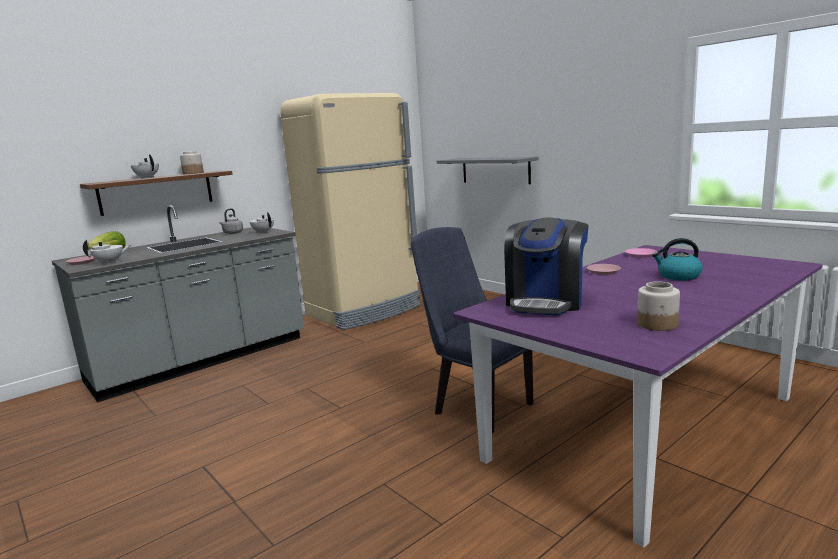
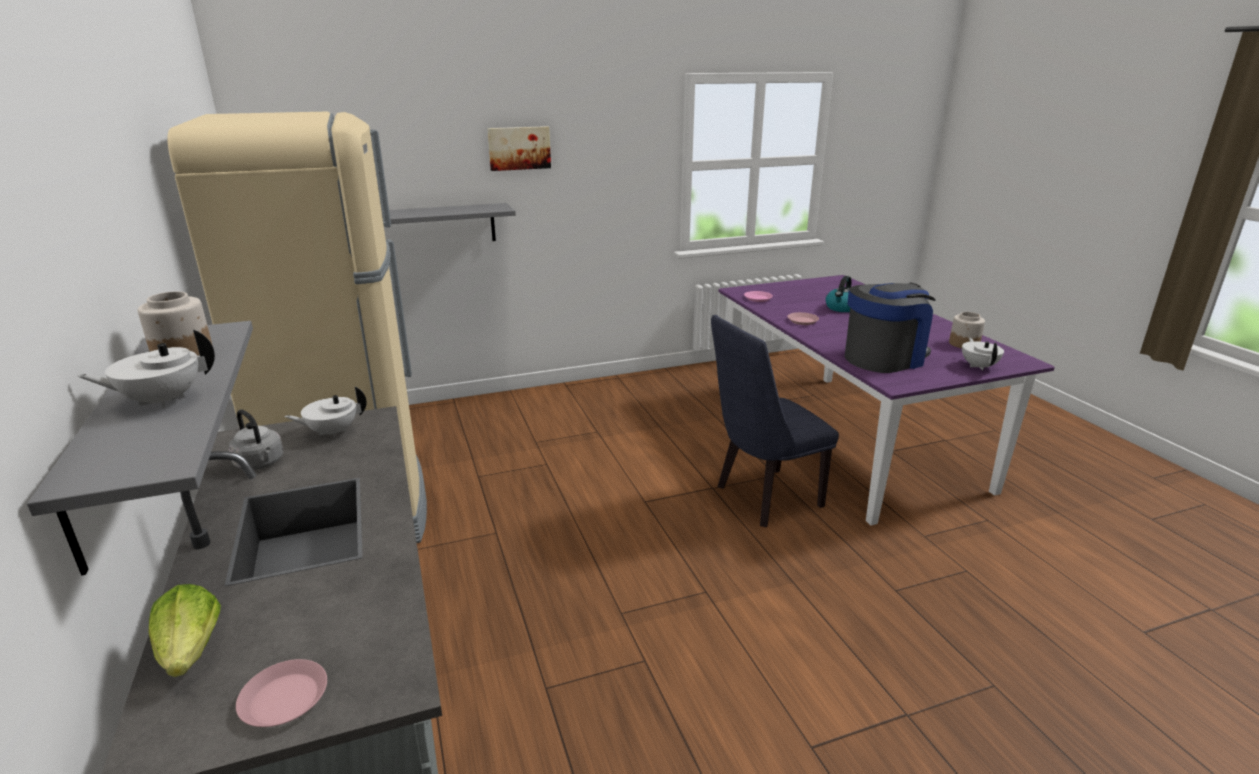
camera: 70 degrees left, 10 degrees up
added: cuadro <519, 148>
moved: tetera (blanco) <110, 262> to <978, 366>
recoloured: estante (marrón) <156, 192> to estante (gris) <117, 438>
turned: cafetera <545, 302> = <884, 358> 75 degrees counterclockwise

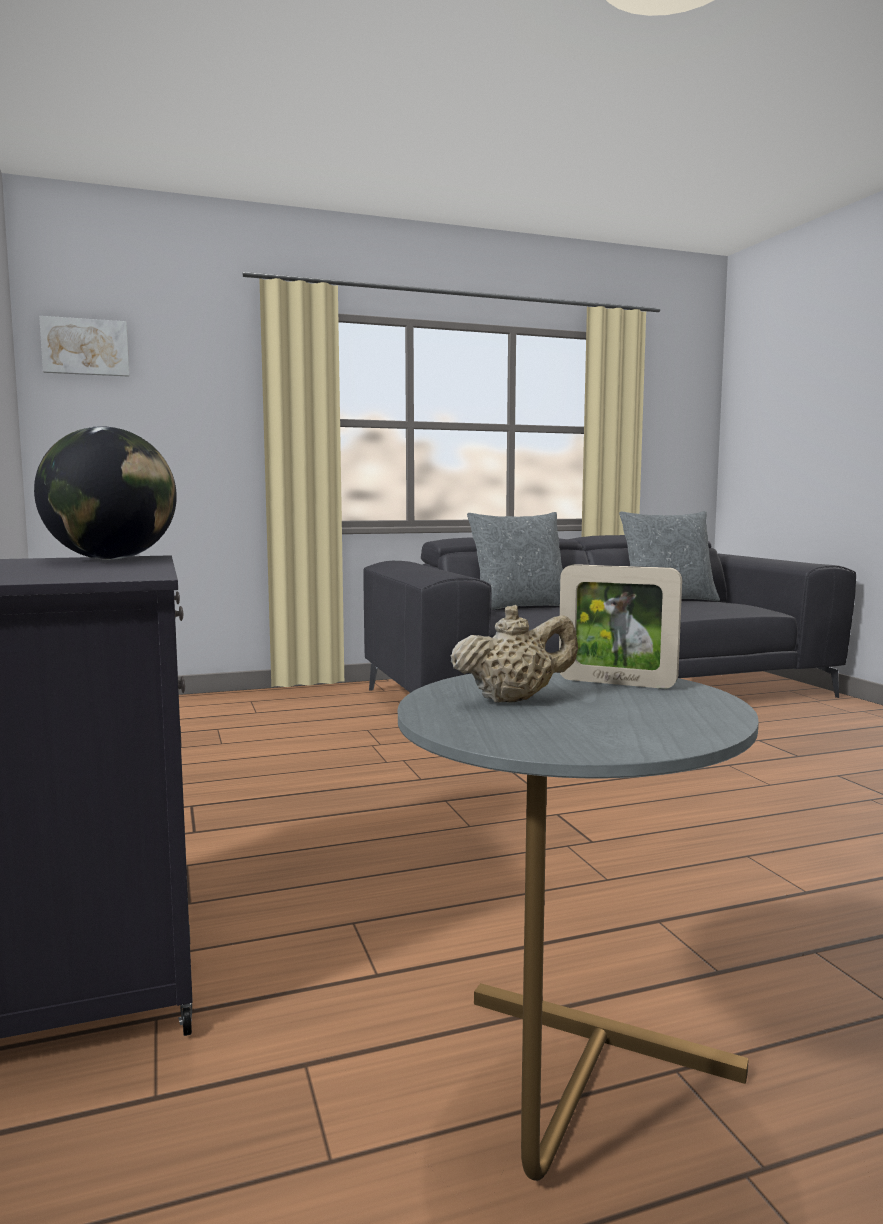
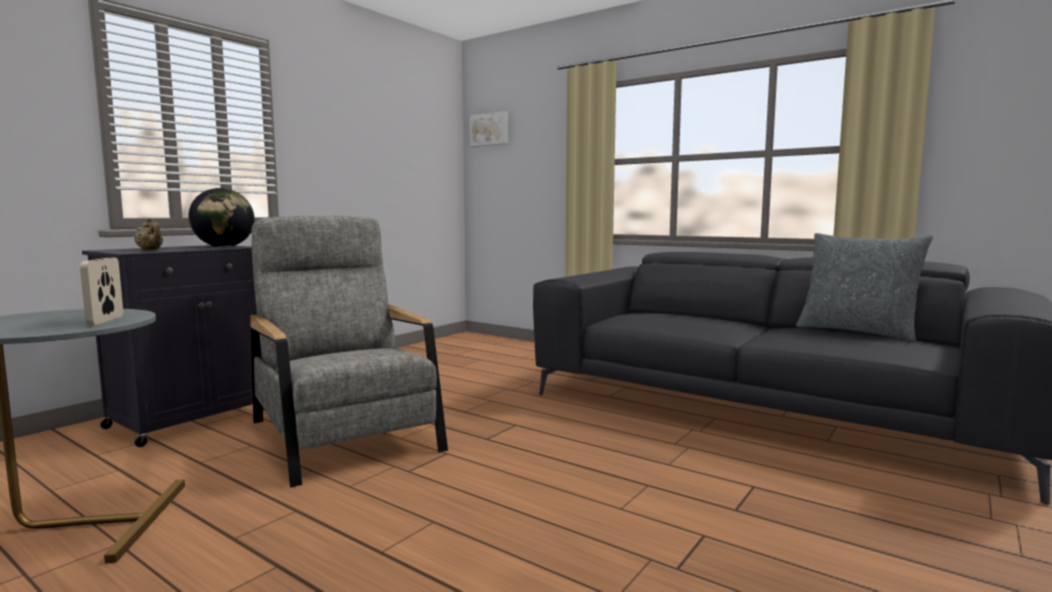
camera: 55 degrees right, 0 degrees up
removed: cojín (gris) <519, 607>
added: sillón (gris) <345, 435>
moved: tetera (beis) <514, 699> to <150, 250>

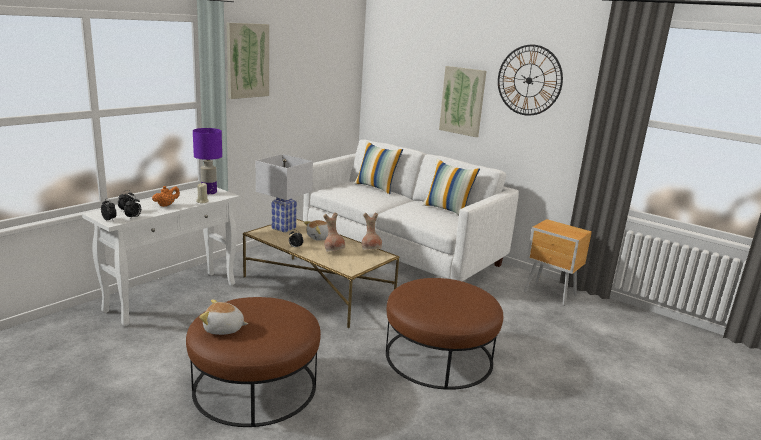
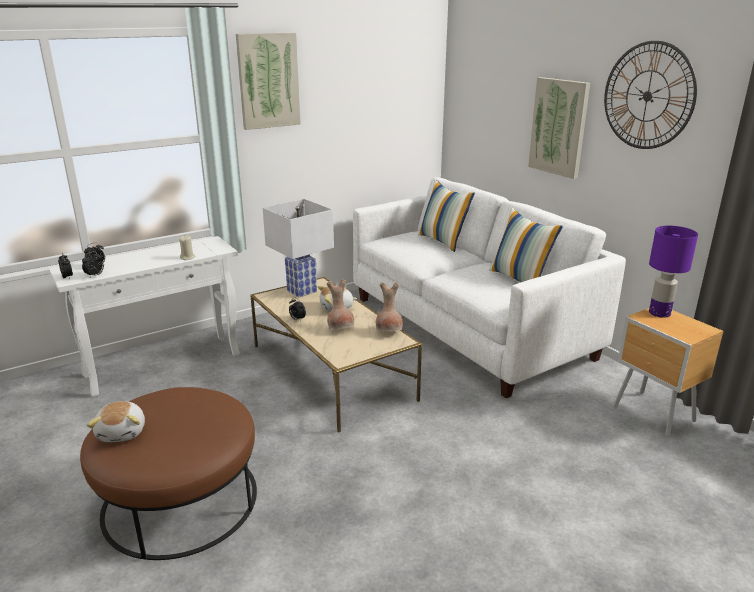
camera: 20 degrees right, 5 degrees up
removed: tetera (naranja) <166, 205>; puf (marrón) <438, 356>
moved: lámpara de mesa (morado) <209, 192> to <660, 313>
turned: peluche <223, 329> = <123, 432> 120 degrees counterclockwise

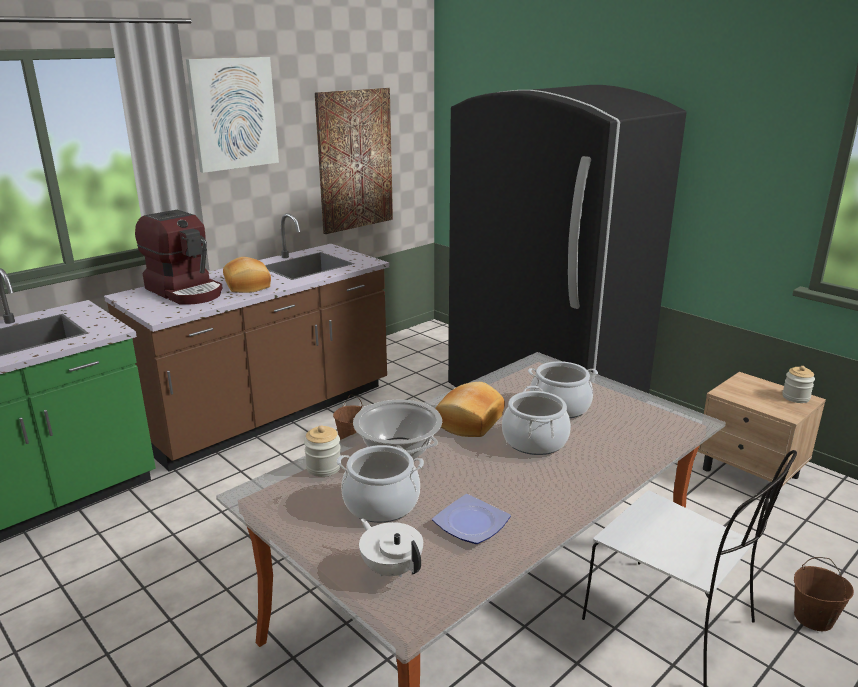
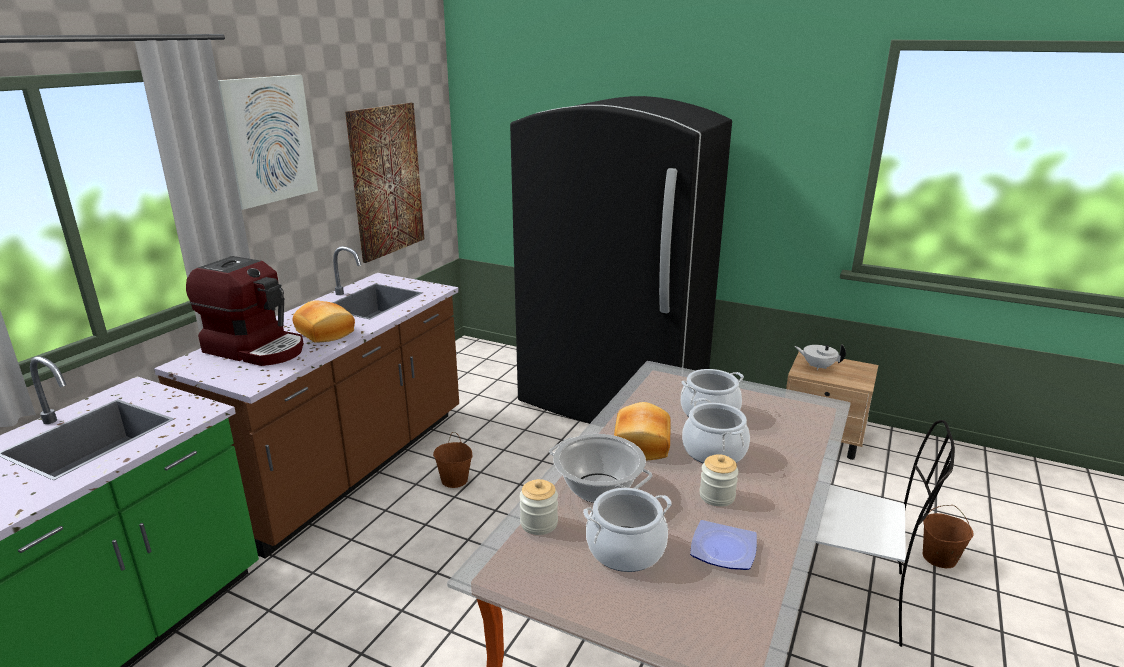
camera: 20 degrees left, 0 degrees up
moved: tetera (blanco) <391, 568> to <817, 366>; tarro <795, 397> to <717, 496>

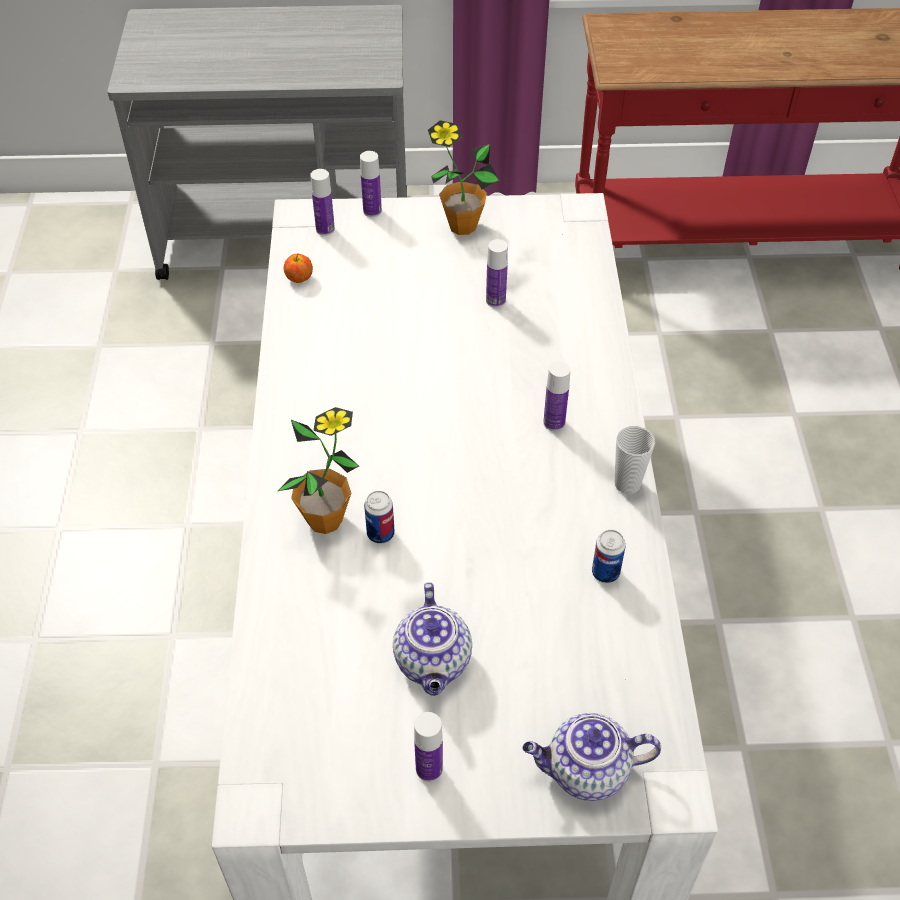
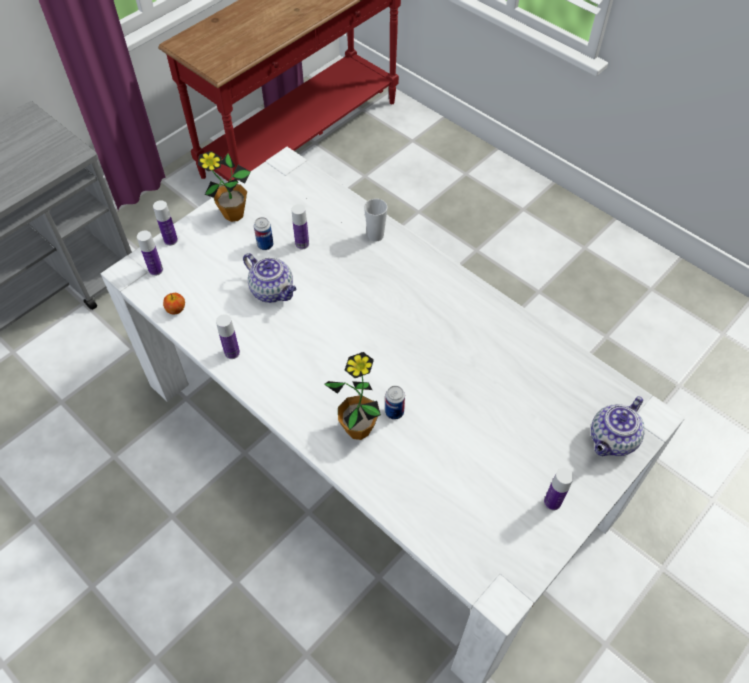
camera: 45 degrees left, 5 degrees up
moved: tetera <434, 662> to <273, 291>; botella <554, 423> to <232, 352>; lata <605, 572> to <265, 245>; taza <627, 484> to <375, 235>

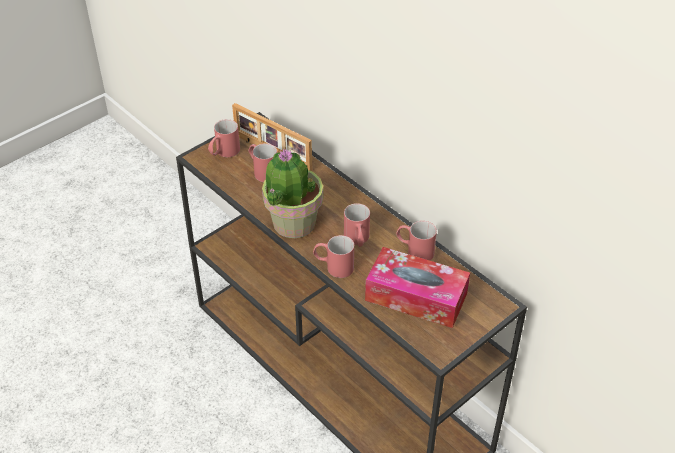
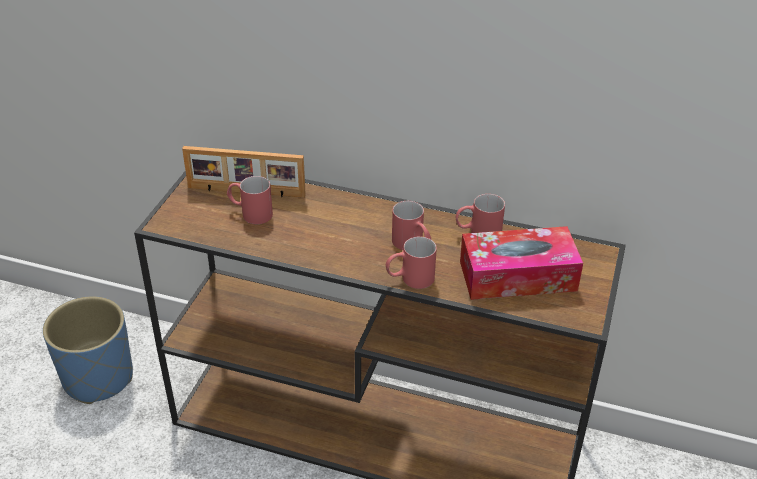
camera: 30 degrees left, 5 degrees down
removed: taza grande (rojo) <224, 153>; planta en maceta <293, 223>
added: maceta (azul) <98, 377>

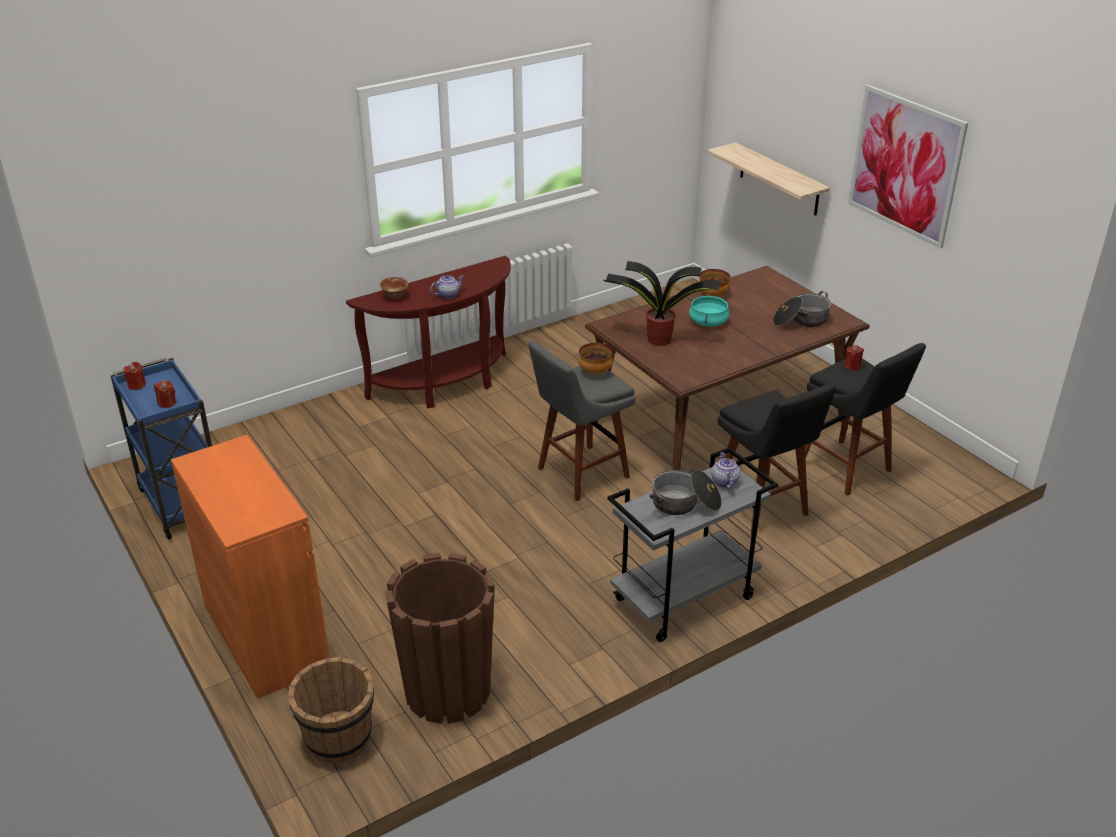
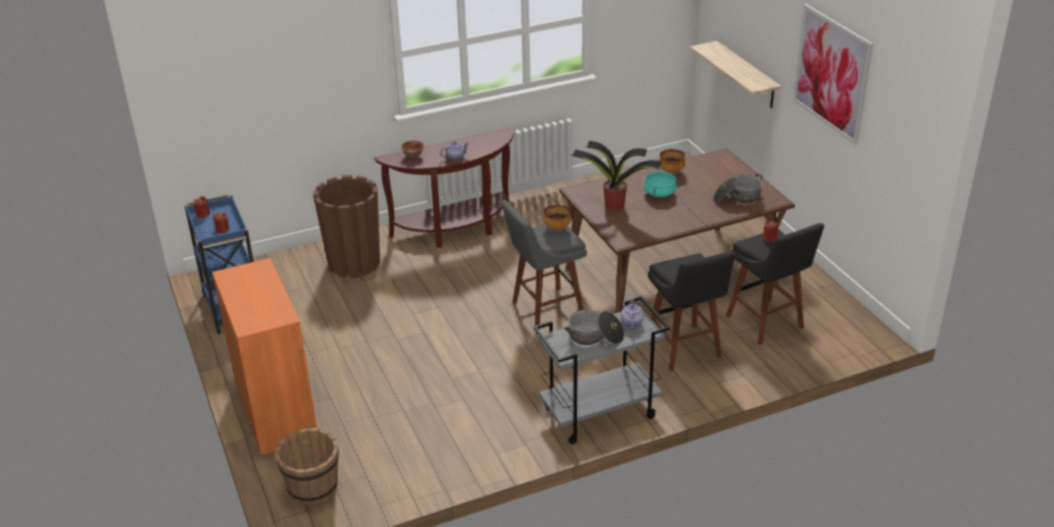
camera: 10 degrees right, 0 degrees up
moved: maceta (marrón) <447, 691> to <354, 263>

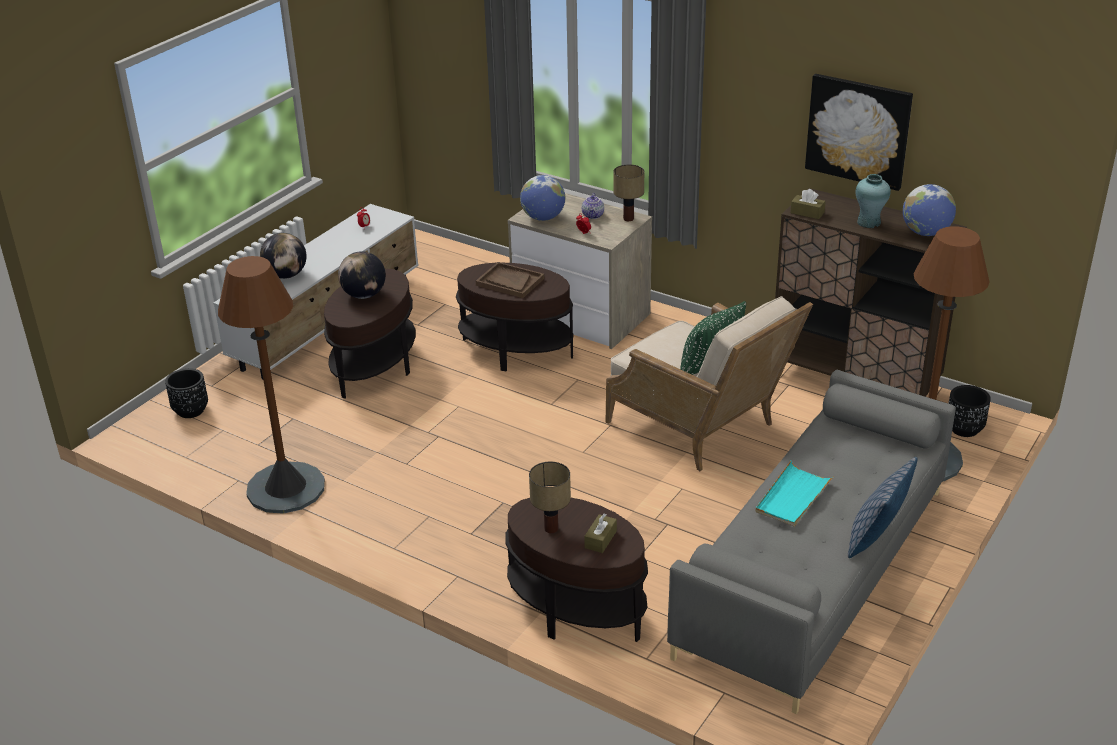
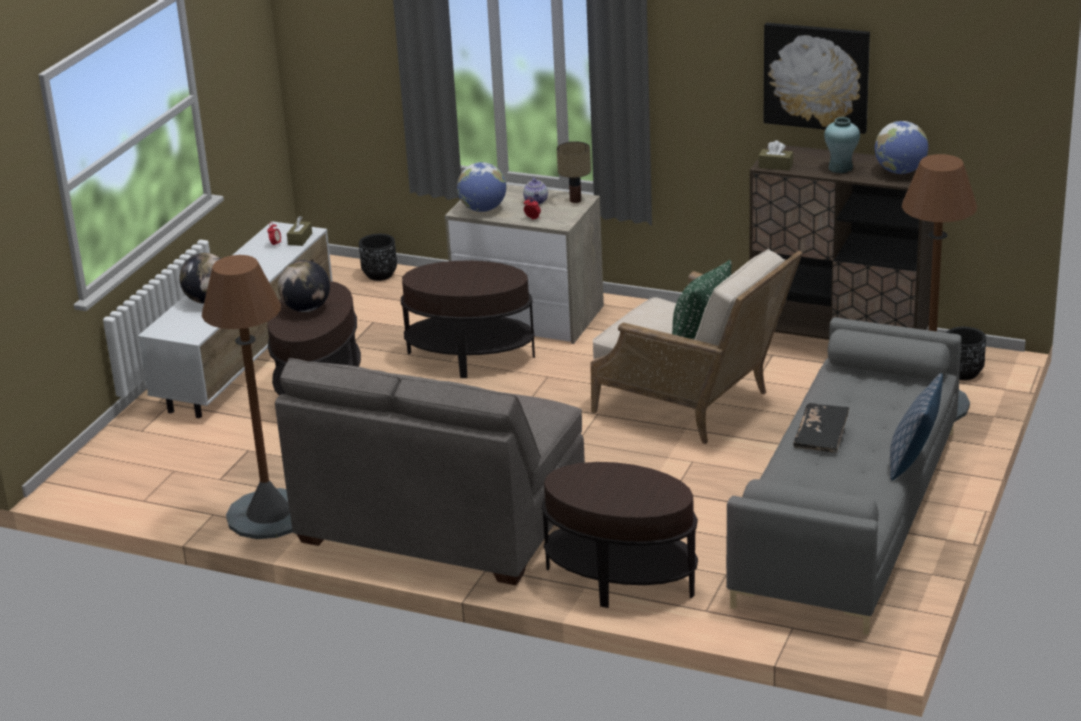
camera: 10 degrees left, 5 degrees down
removed: bandeja (marrón) <510, 282>; lámpara de mesa <552, 528>
added: sofá (gris) <442, 516>
moved: maceta (negro) <190, 410> to <379, 275>; caja de pañuelos (marrón) <600, 539> to <300, 239>
replaced: bandeja (turquesa) <793, 497> to libro (negro) <821, 437>

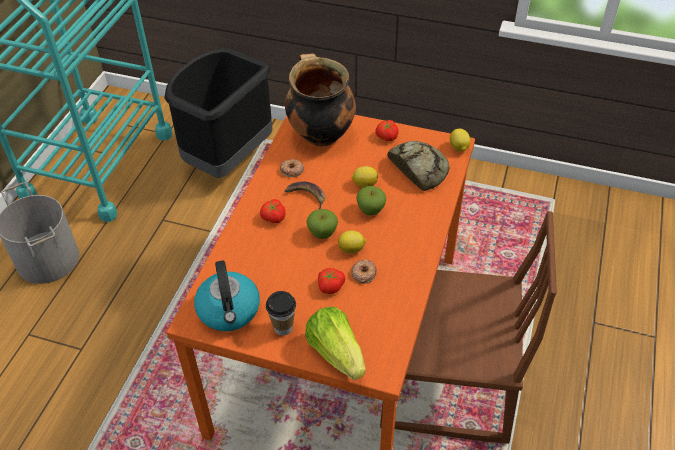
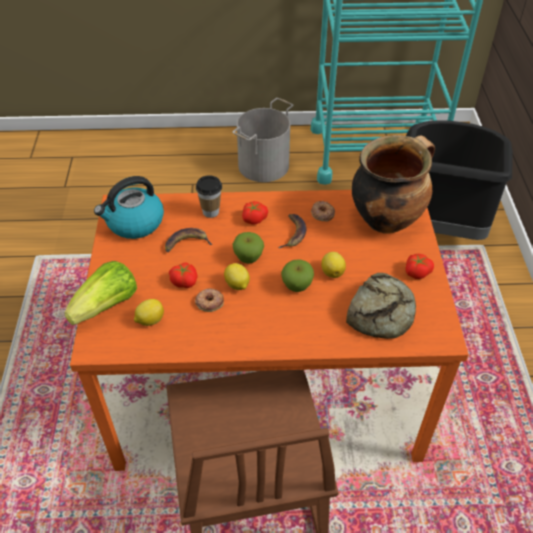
camera: 70 degrees right, 0 degrees up
added: plátano <186, 243>
moved: taza <283, 327> to <211, 212>; limón <459, 148> to <150, 320>

